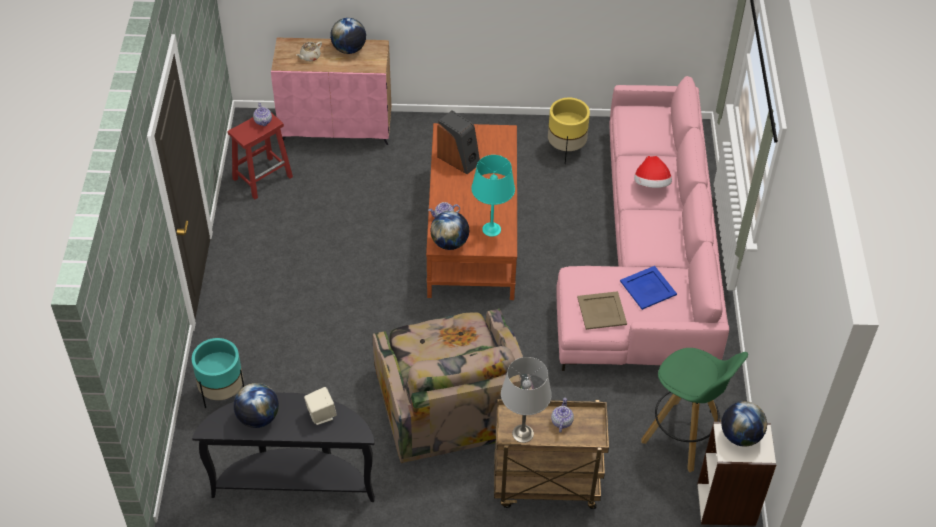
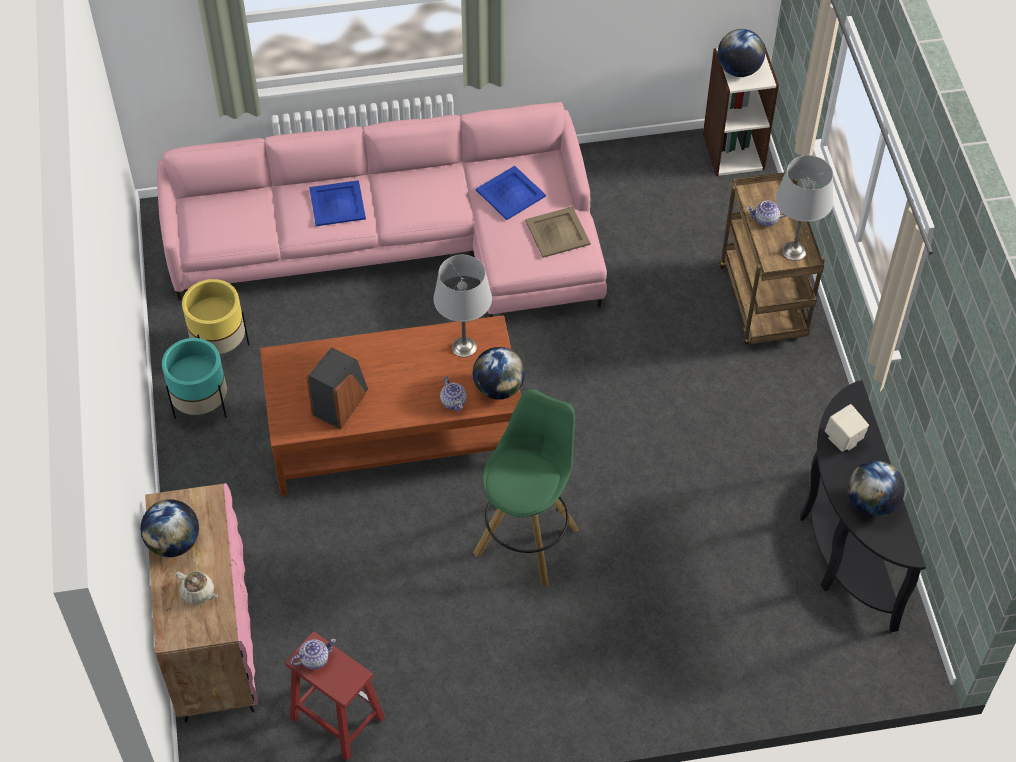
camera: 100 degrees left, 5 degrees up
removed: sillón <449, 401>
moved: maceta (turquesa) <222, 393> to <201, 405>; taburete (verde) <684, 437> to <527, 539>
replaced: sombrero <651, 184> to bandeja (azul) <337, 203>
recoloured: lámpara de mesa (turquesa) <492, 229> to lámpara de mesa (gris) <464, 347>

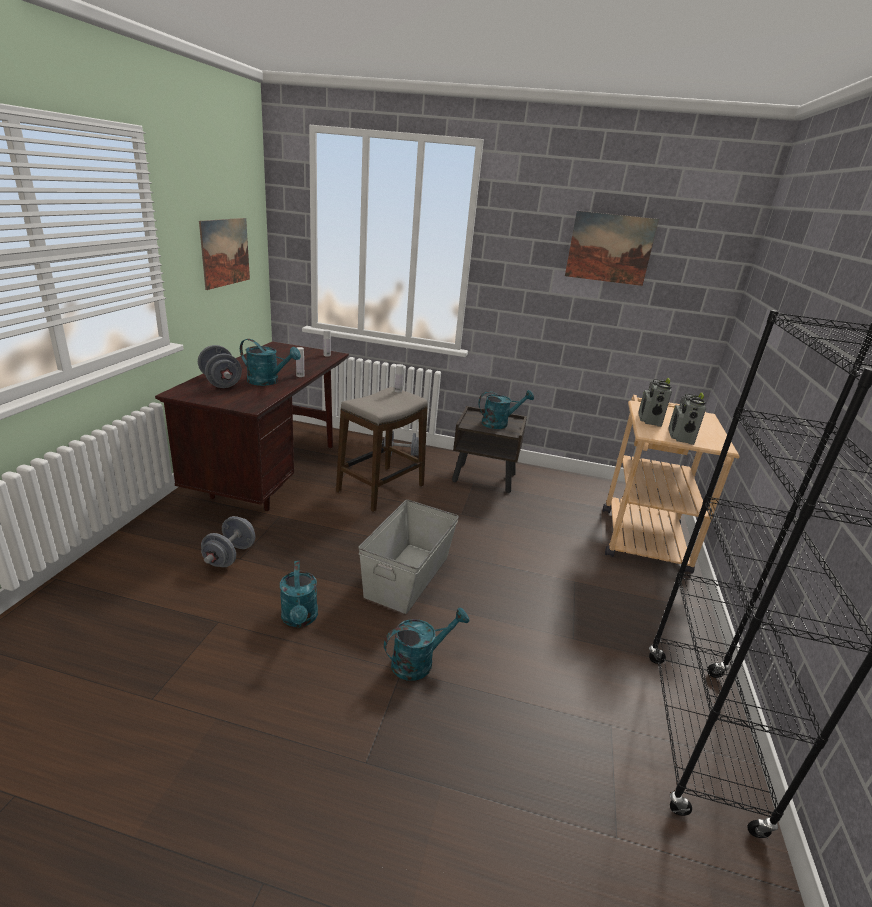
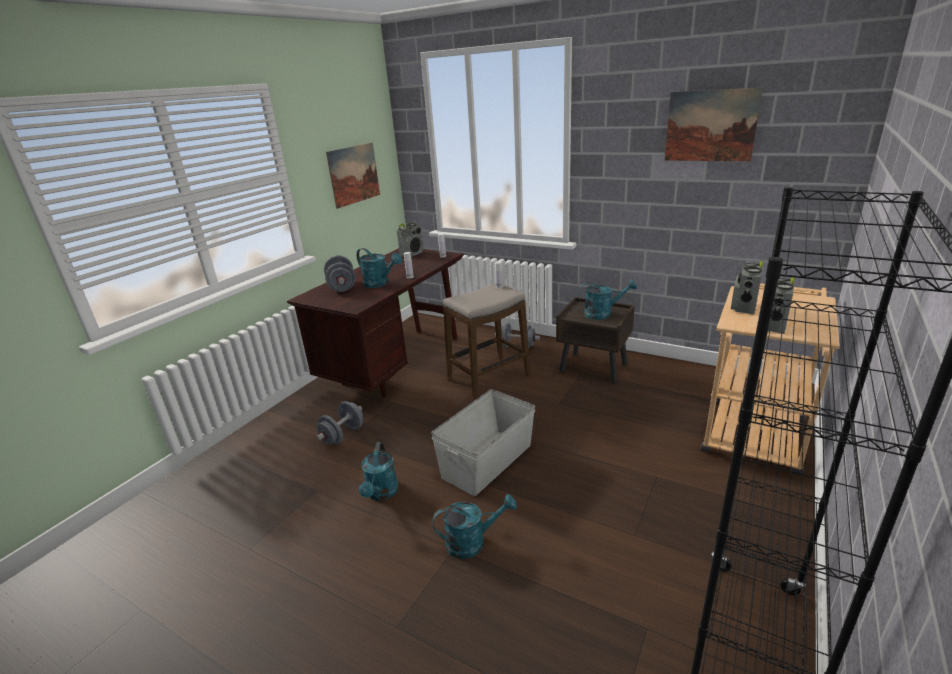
camera: 20 degrees right, 0 degrees up
added: radio <412, 254>

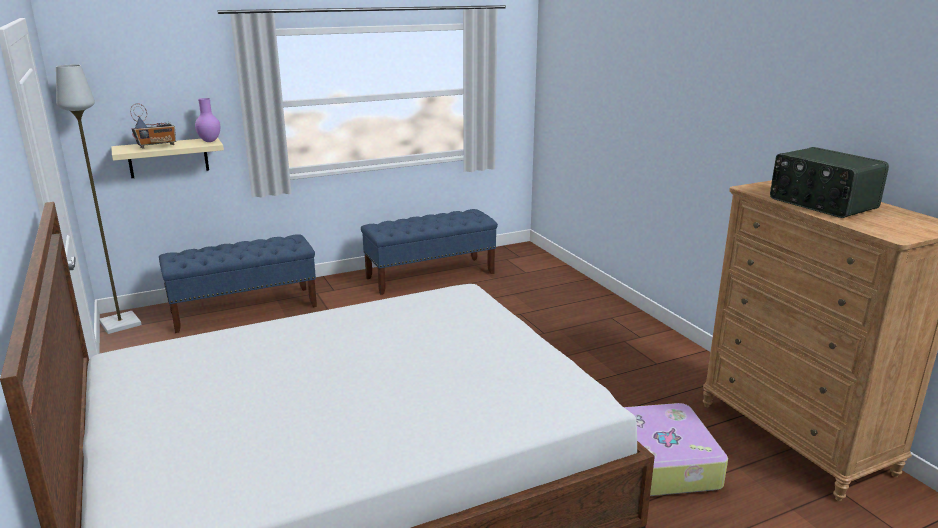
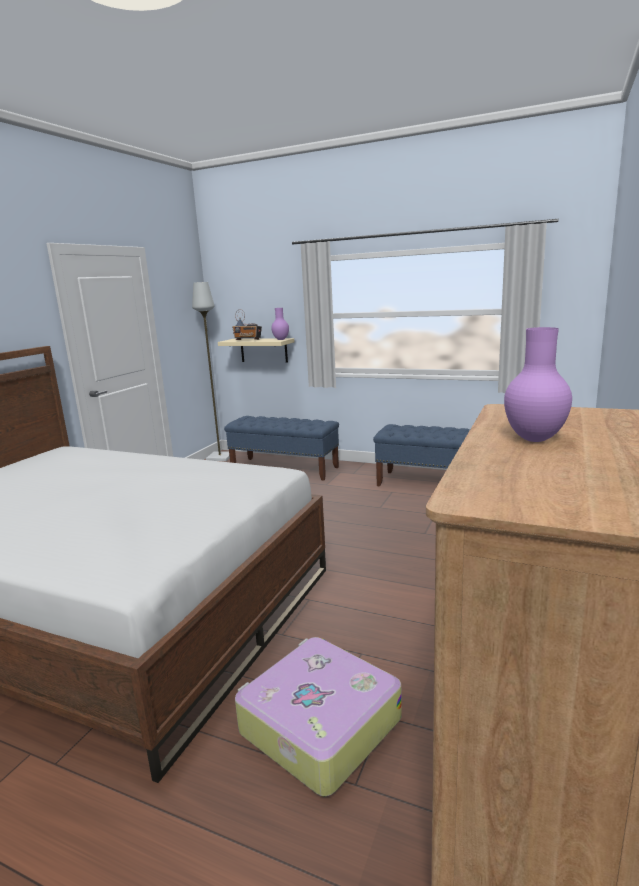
camera: 50 degrees right, 5 degrees down
replaced: radio <821, 204> to florero (morado) <535, 439>

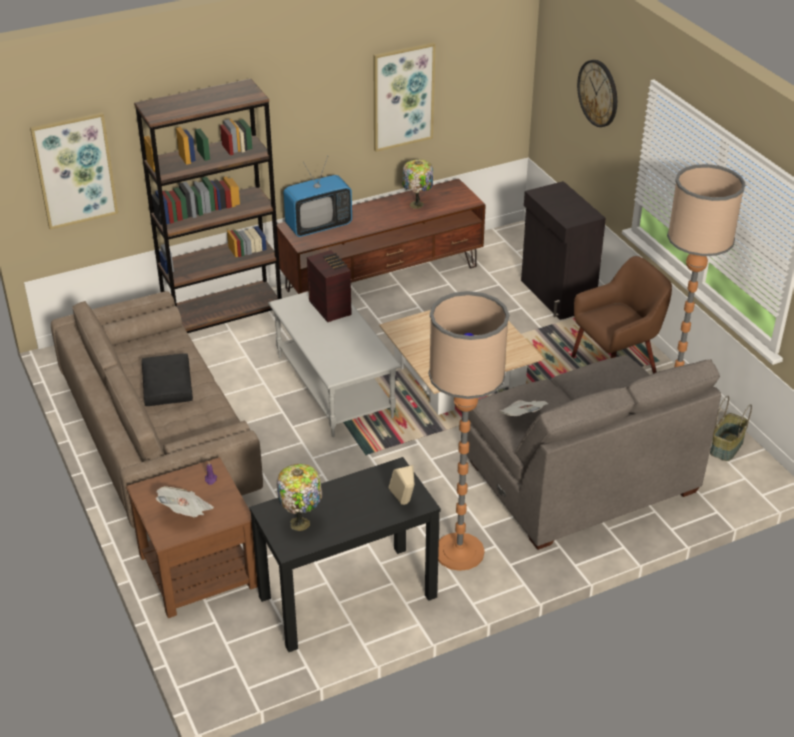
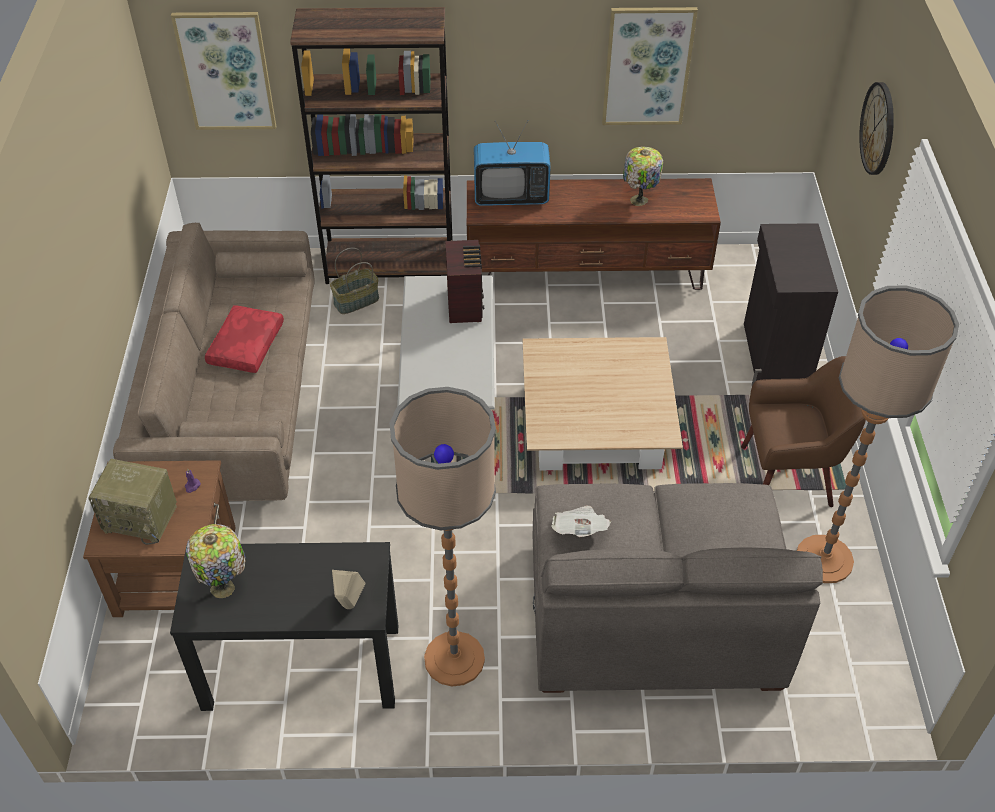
camera: 25 degrees right, 10 degrees up
moved: cesta <727, 447> to <356, 302>
replaced: periódico <186, 512> to radio <142, 518>
recoloured: cojín (negro) <166, 386> to cojín (rojo) <245, 345>

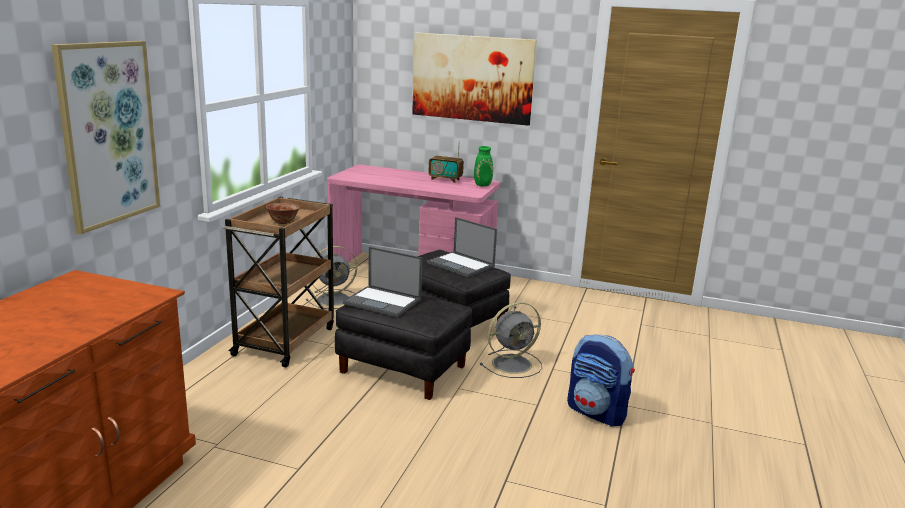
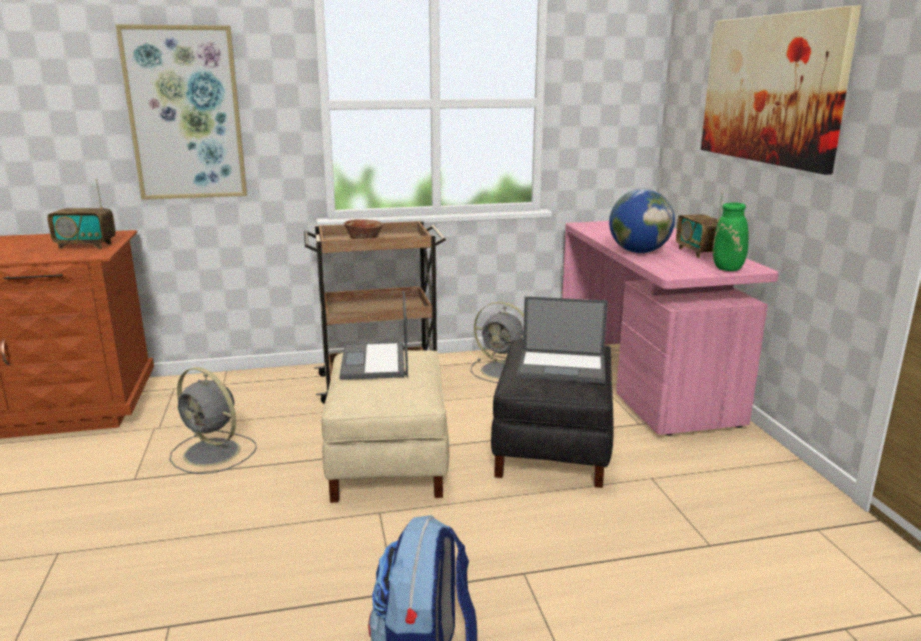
camera: 60 degrees right, 0 degrees up
added: radio <86, 246>; globo terráqueo <638, 252>
moved: ventilador (gris) <513, 364> to <213, 453>
recoloured: puf (negro) <404, 369> to puf (beis) <389, 461>
turned: portátil <461, 265> = <563, 367> 90 degrees counterclockwise

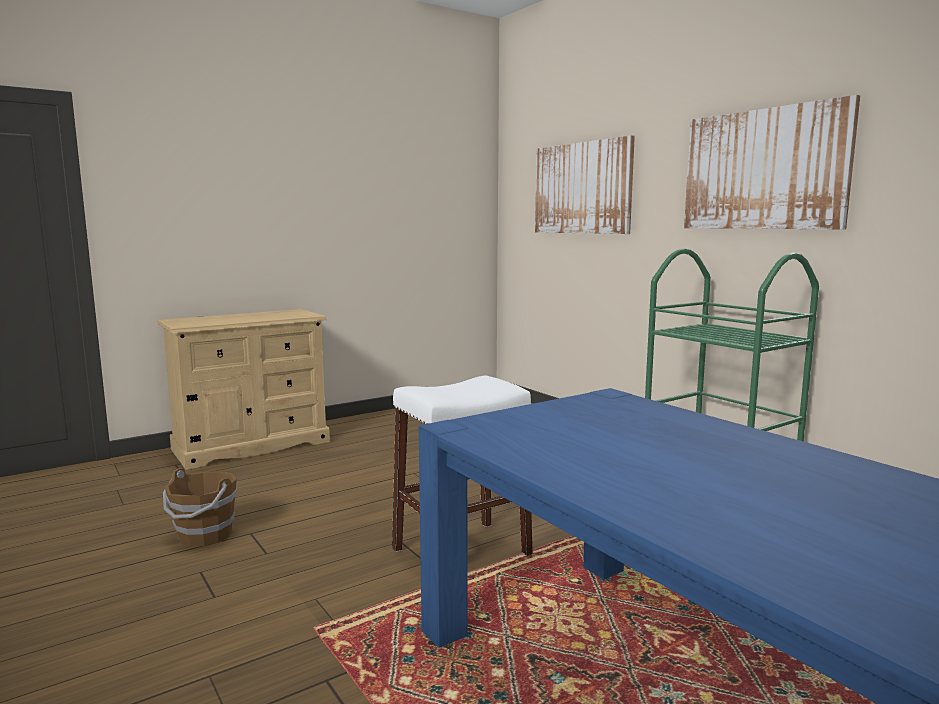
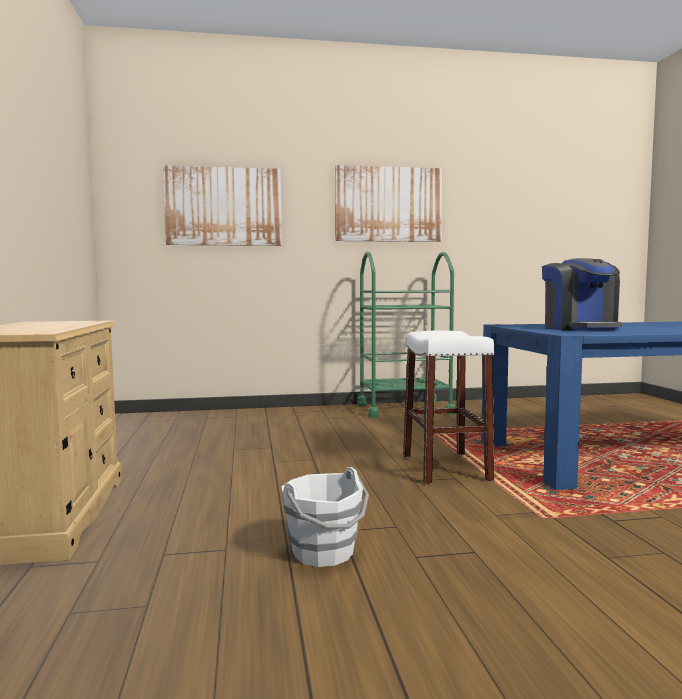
camera: 65 degrees left, 5 degrees down
added: cafetera <580, 328>
recoloured: cubo (marrón) <204, 535> to cubo (blanco) <324, 552>

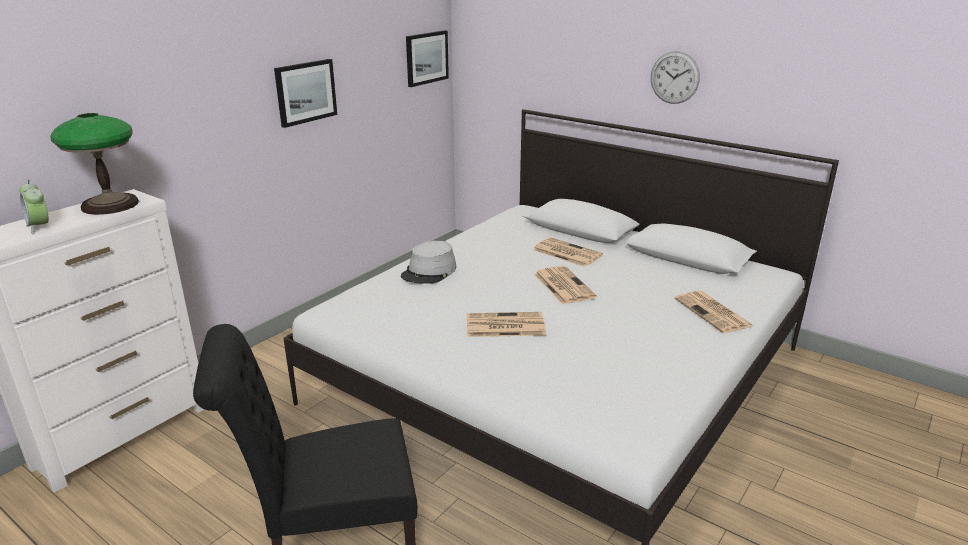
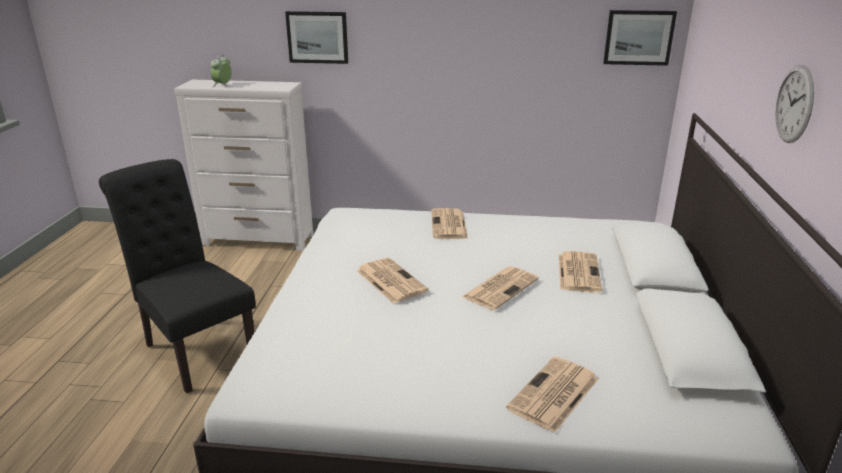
camera: 60 degrees right, 0 degrees up
removed: lámpara de mesa <111, 205>
moved: cuadro <305, 92> to <317, 37>
replaced: sombrero (gris) <429, 272> to periódico <449, 225>

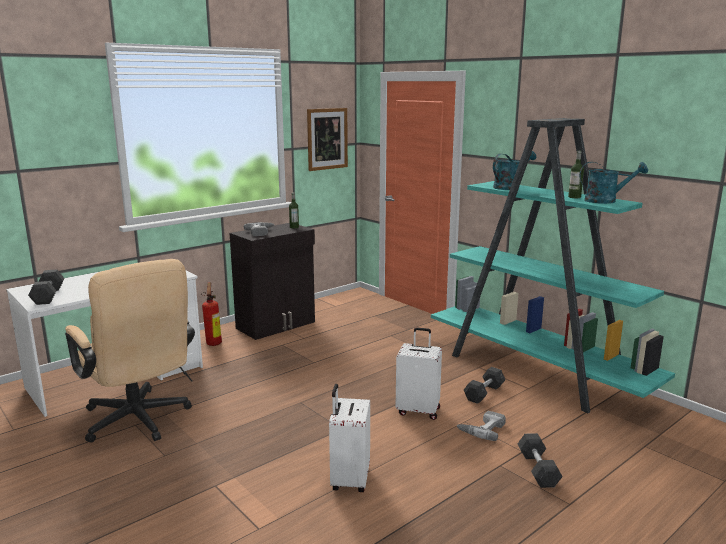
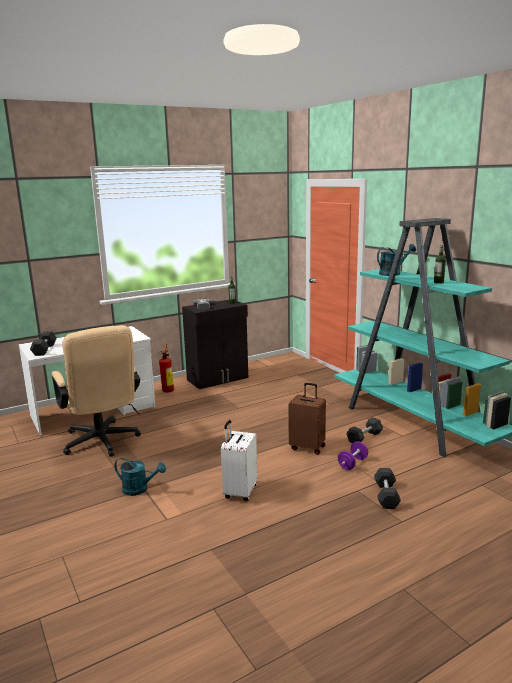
camera: 10 degrees right, 0 degrees up
removed: cuadro <327, 139>
moved: regadera (turquesa) <606, 201> to <139, 489>
replaced: taladro <481, 429> to mancuerna (morado) <352, 464>
recoloured: maleta (blanco) <418, 410> to maleta (marrón) <308, 447>

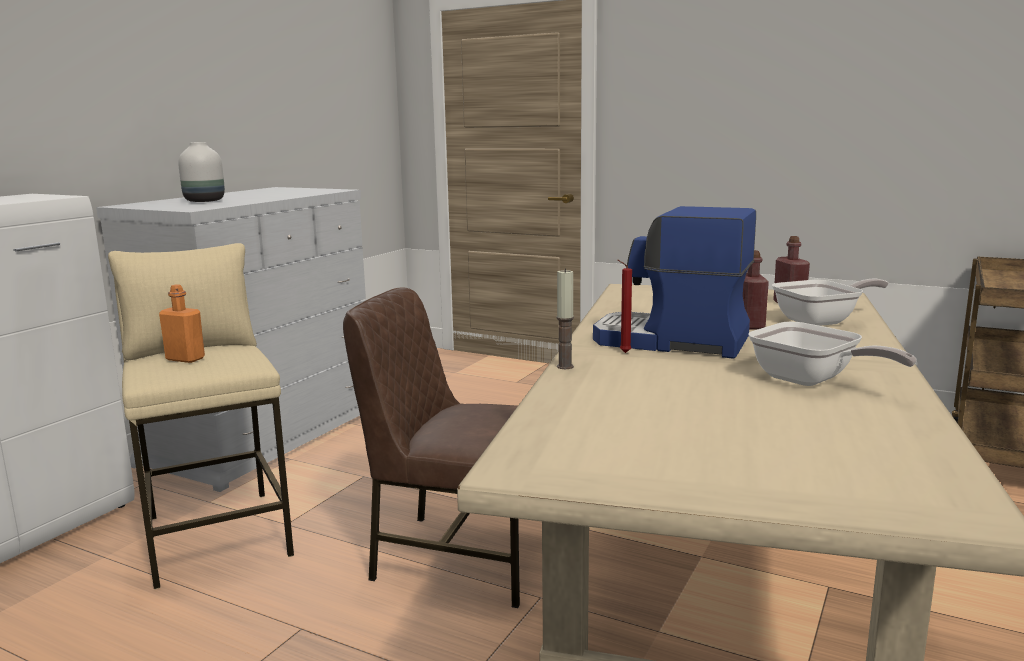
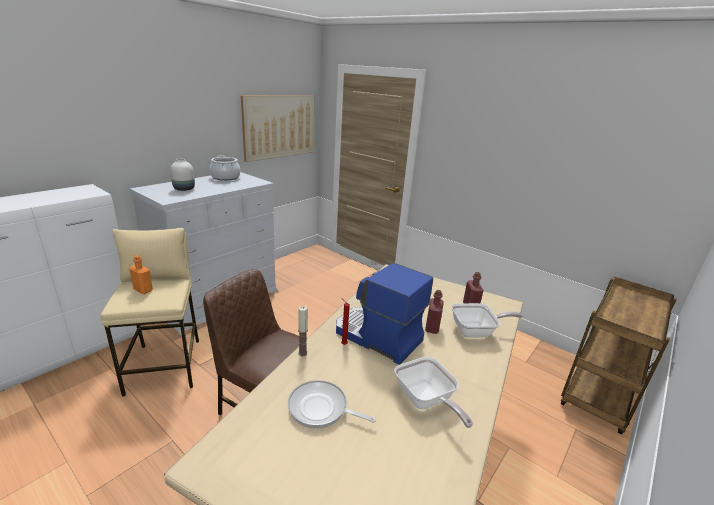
camera: 10 degrees right, 10 degrees up
added: olla <225, 177>; cuadro <280, 126>; sartén <321, 409>

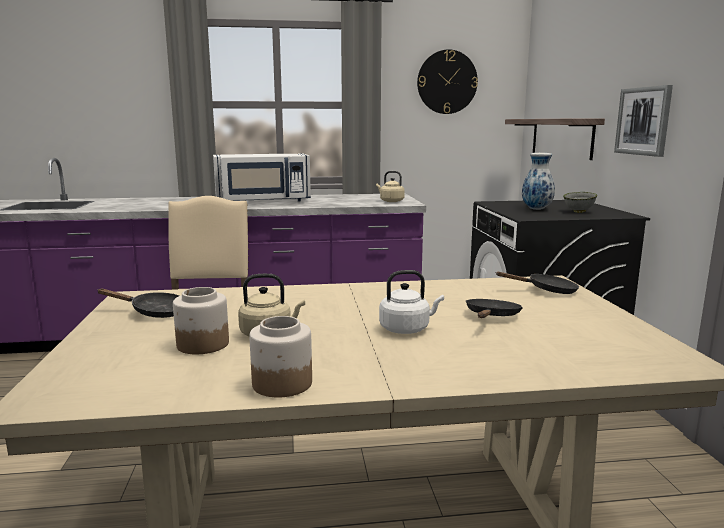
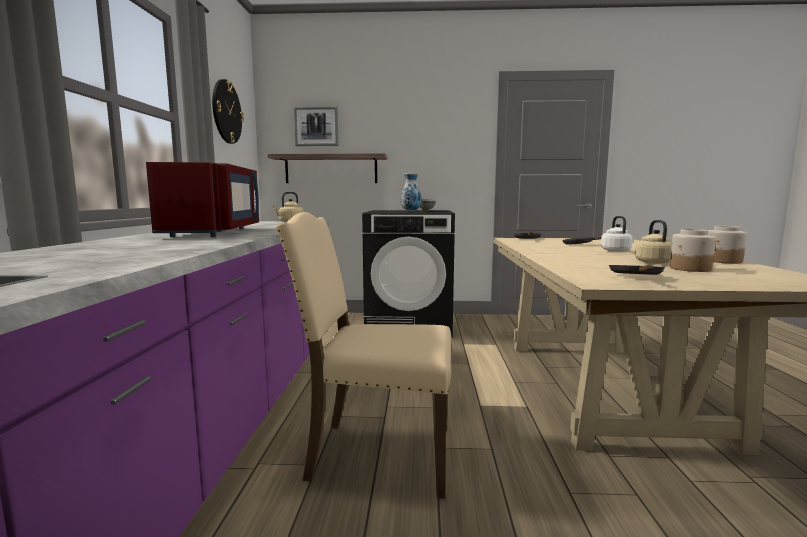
camera: 80 degrees left, 5 degrees down
moved: cuadro <643, 121> to <316, 126>
recoloured: microondas (blanco) <263, 201> to microondas (rojo) <215, 233>

